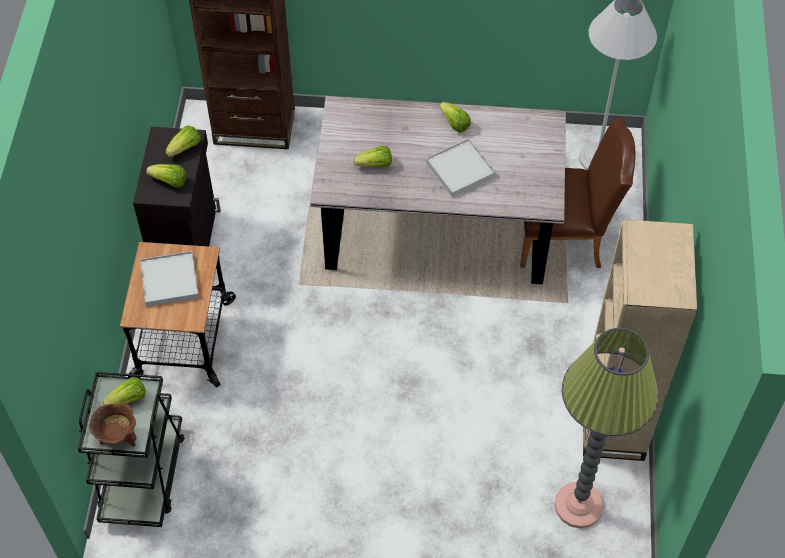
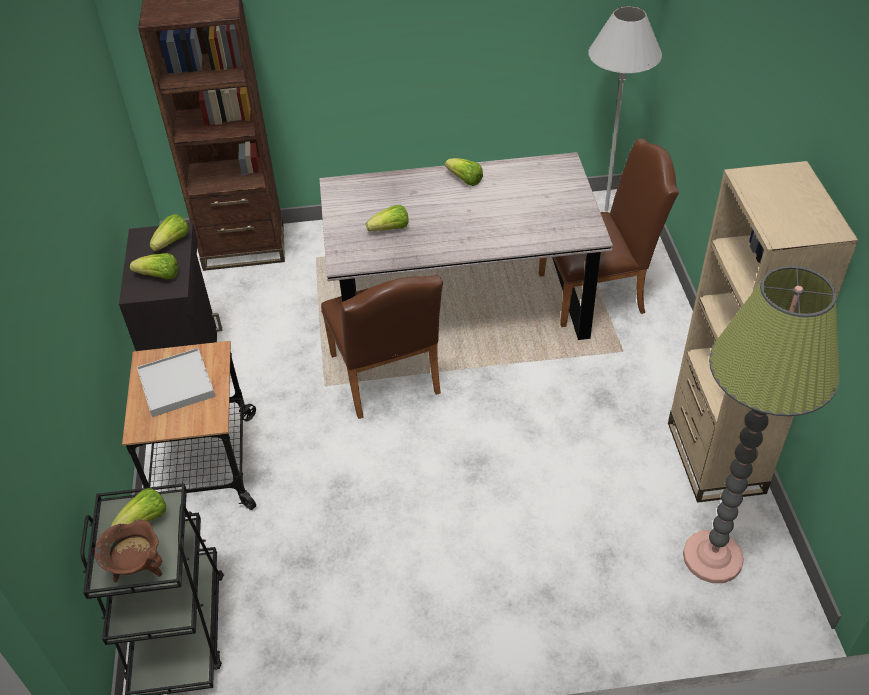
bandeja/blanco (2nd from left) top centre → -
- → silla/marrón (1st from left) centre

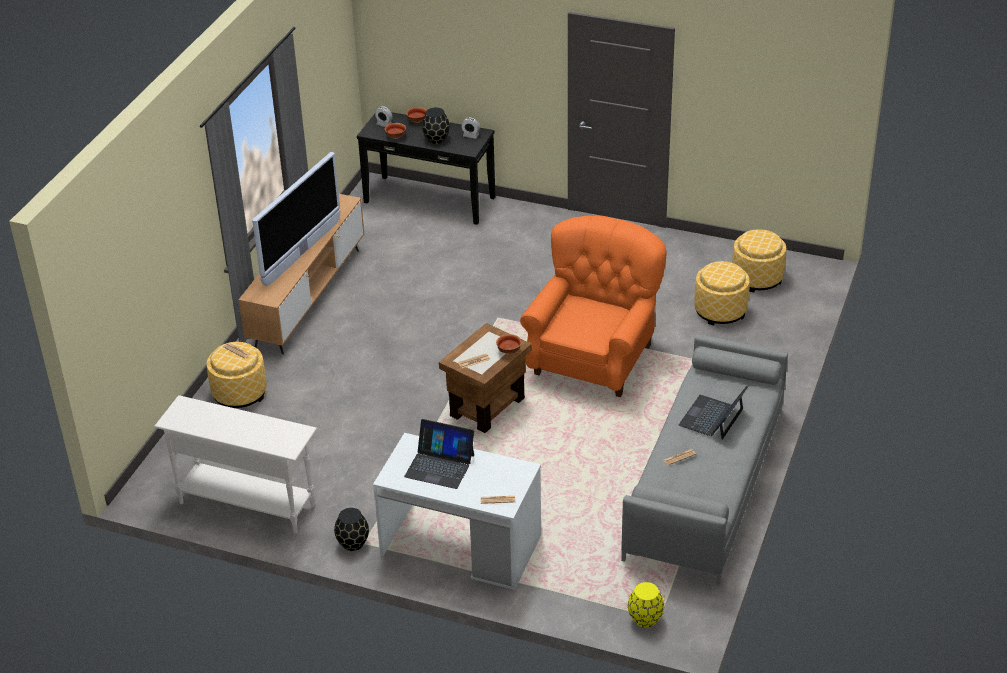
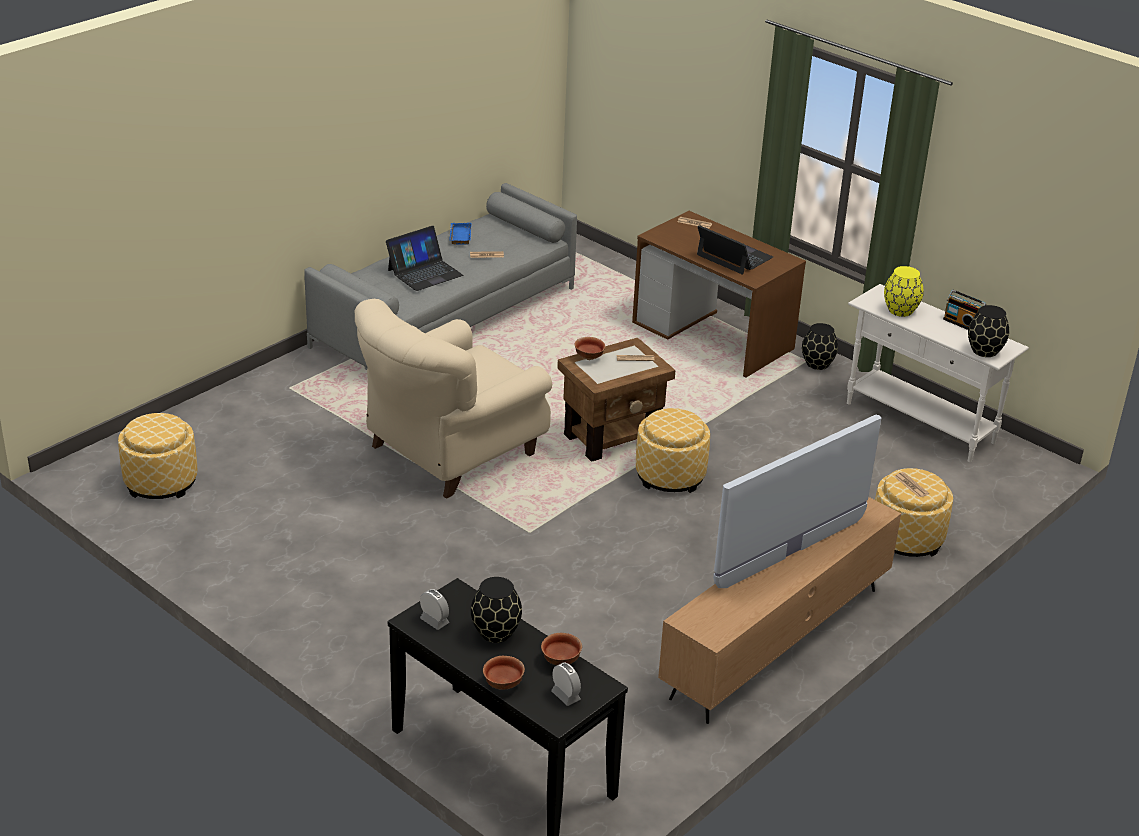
escritorio/blanco bottom centre → escritorio/marrón centre
sillón/naranja centre → sillón/beis centre
florero/amarillo bottom centre → florero/amarillo middle right, move
puf (2nd from left) middle right → puf (2nd from left) centre, move
- → bandeja/azul top centre
- → radio middle right
- → florero/negro (3rd from left) middle right

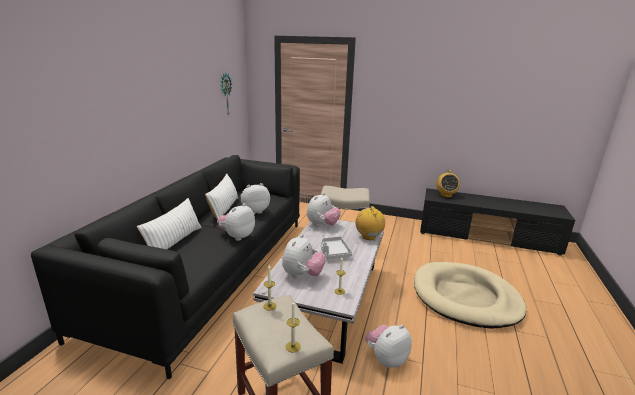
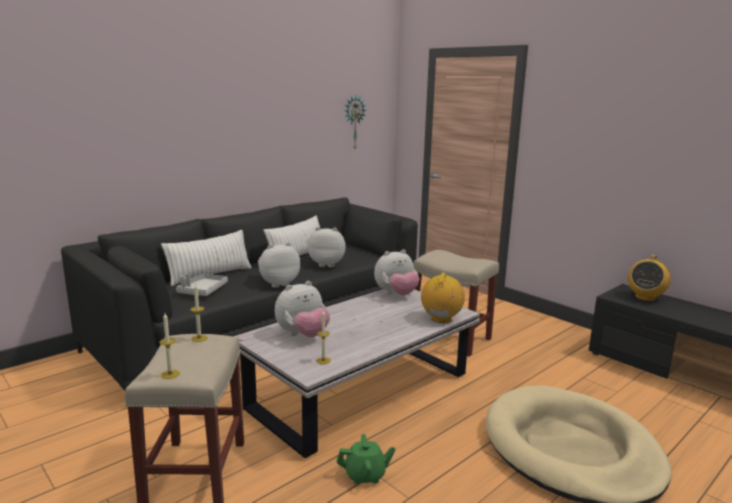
bandeja/gris centre → bandeja/gris middle left, move
peluche (5th from left) bottom centre → tetera/verde bottom centre

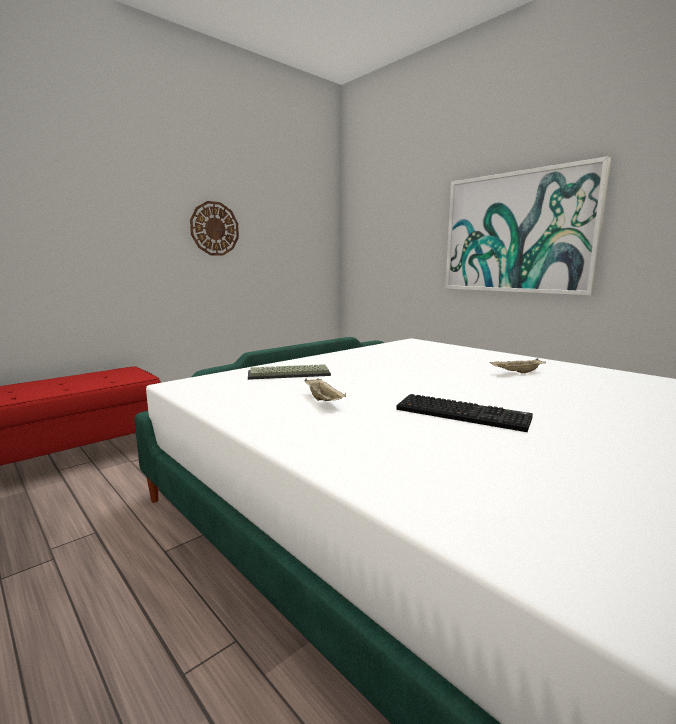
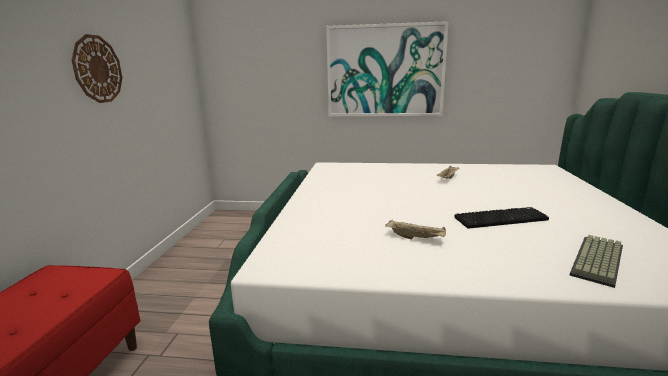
teclado (1st from left in the first image) centre → teclado (2nd from left) bottom right, move

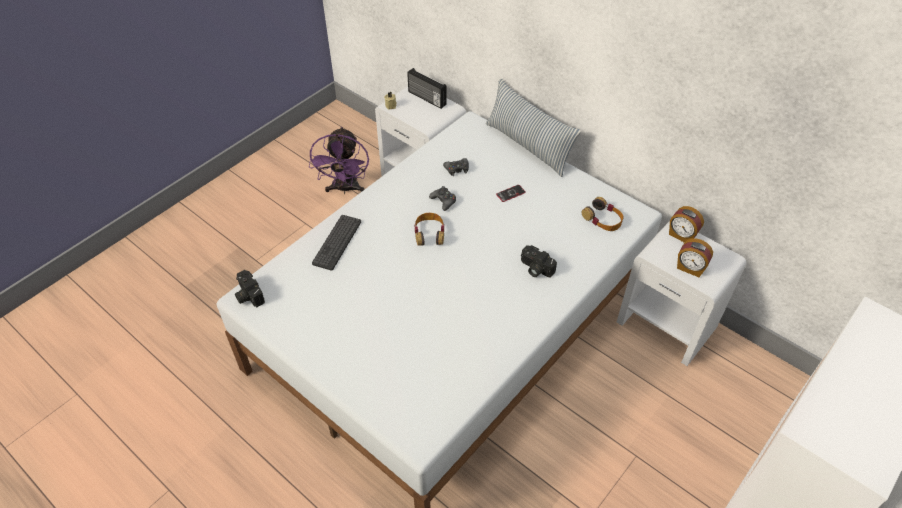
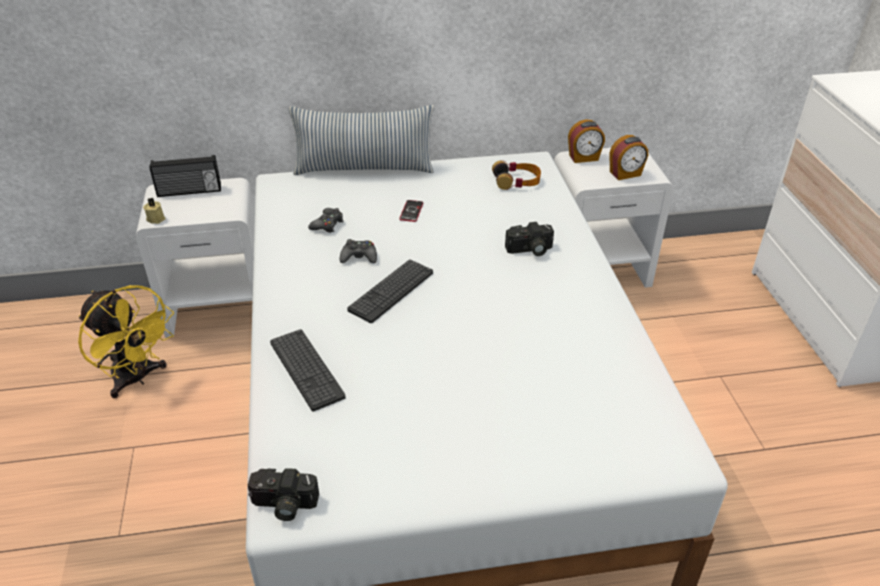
ventilador/morado top centre → ventilador/amarillo middle left
auriculares (1st from left) centre → teclado (2nd from left) centre

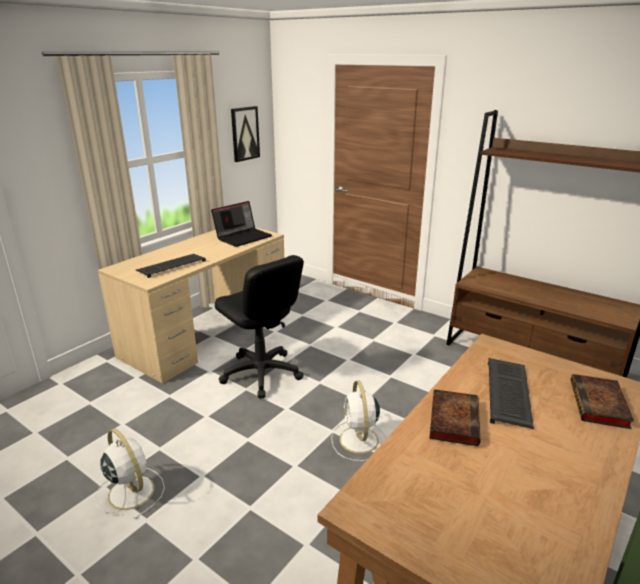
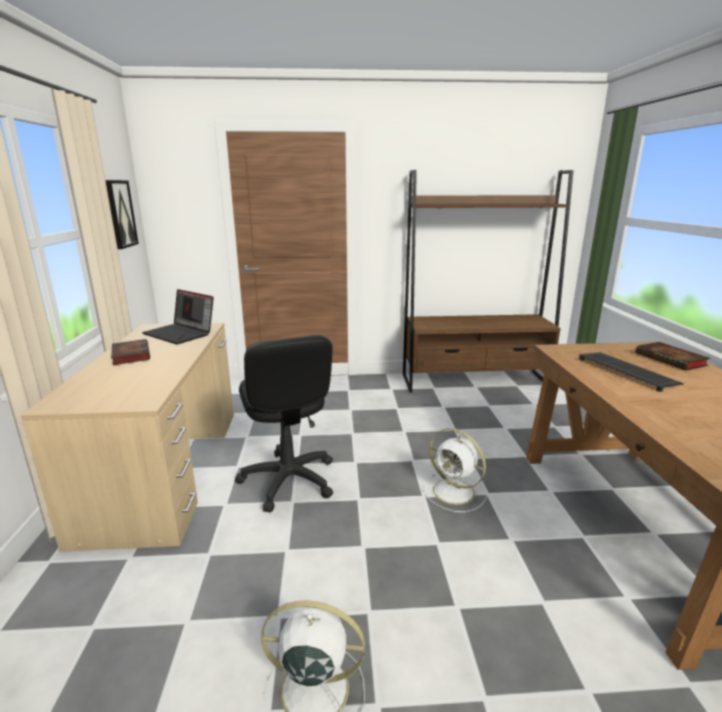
teclado (1st from left) middle left → -
portátil centre → portátil middle left, 120 degrees clockwise
silla de oficina/negro centre, 60 degrees clockwise
libro (1st from left) bottom right → libro (1st from left) middle left, move

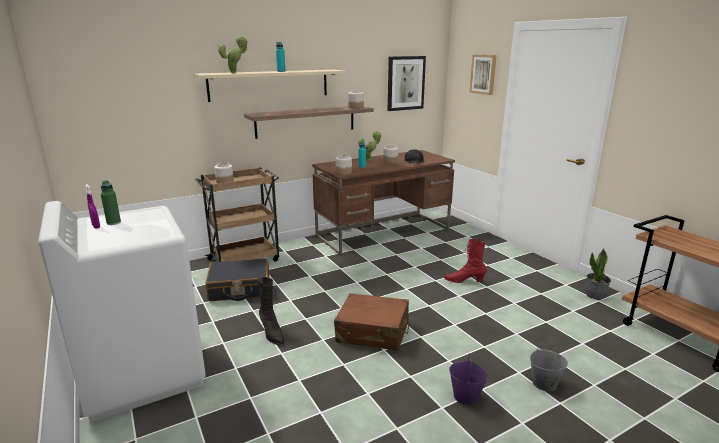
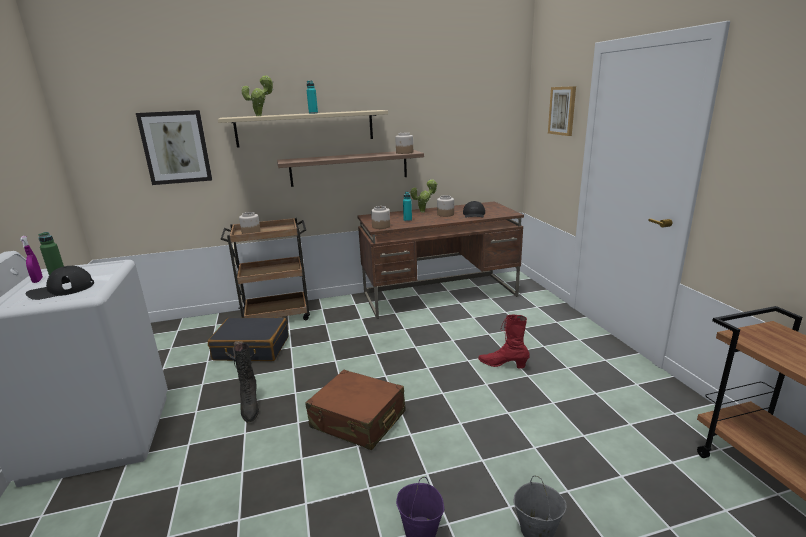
cuadro (1st from left) top centre → cuadro (1st from left) top left, move
planta en maceta (3rd from left) middle right → -
- → gorra/negro (1st from left) middle left

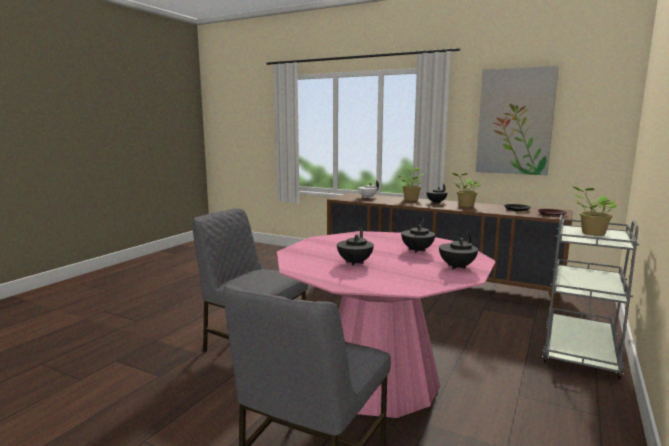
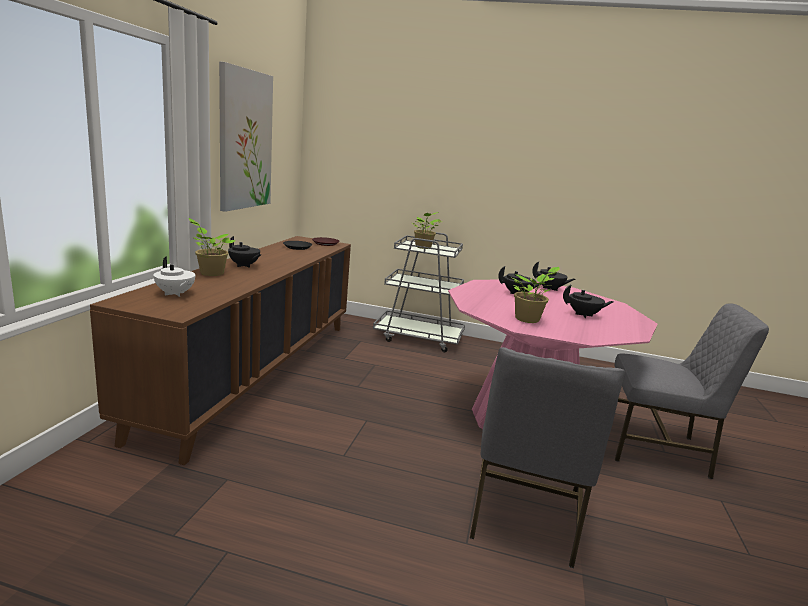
planta en maceta (2nd from left in the first image) middle right → planta en maceta (3rd from left) centre, move

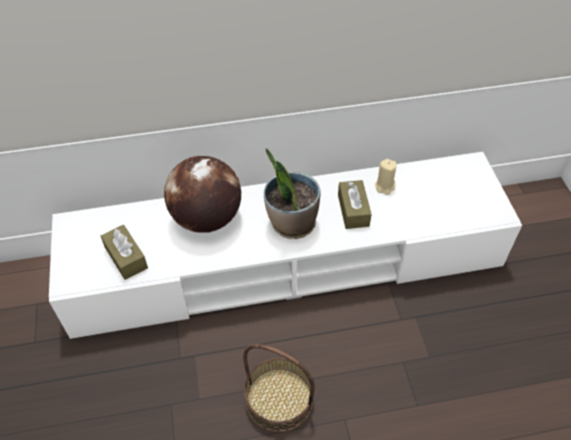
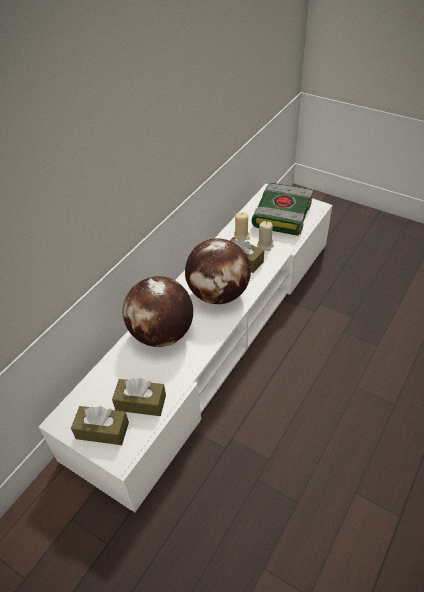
cesta bottom centre → -
planta en maceta centre → globo terráqueo (2nd from left) centre
- → caja de pañuelos/marrón (1st from left) bottom left
- → libro centre
- → vela/beis (2nd from left) centre

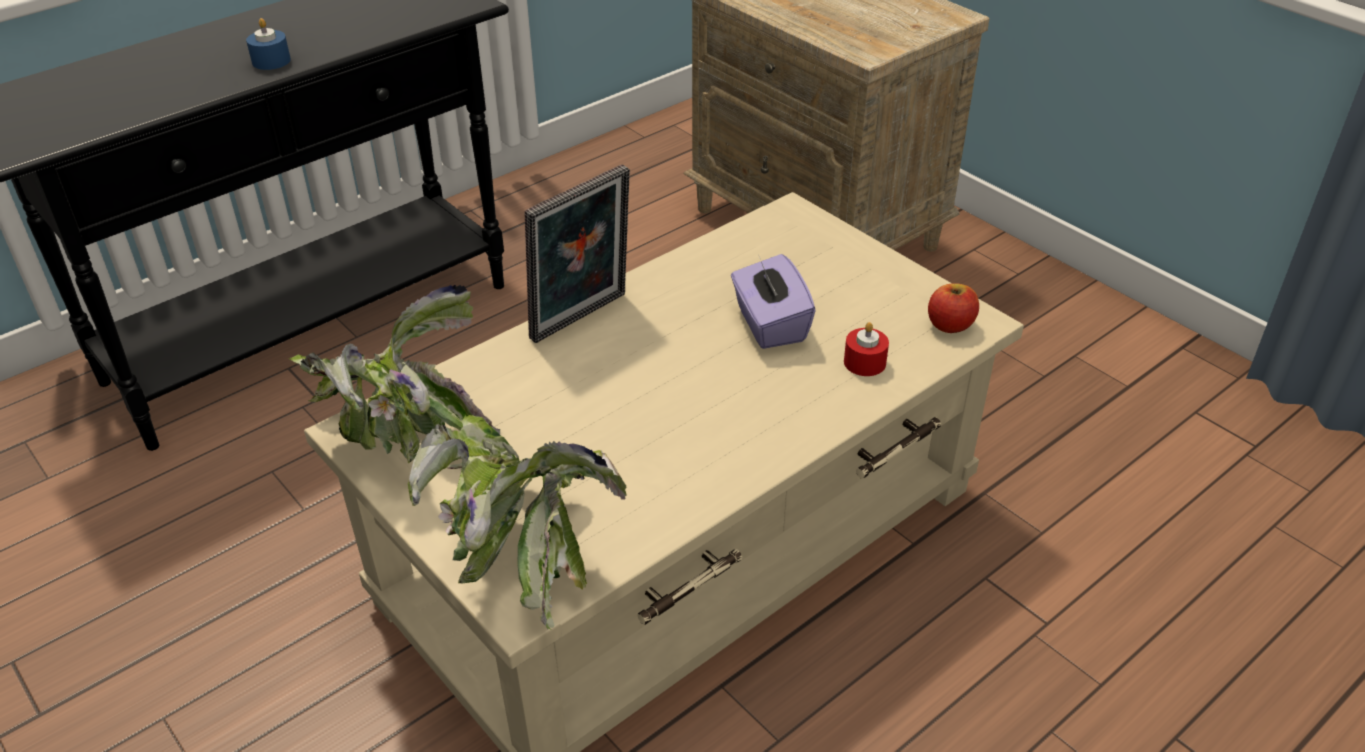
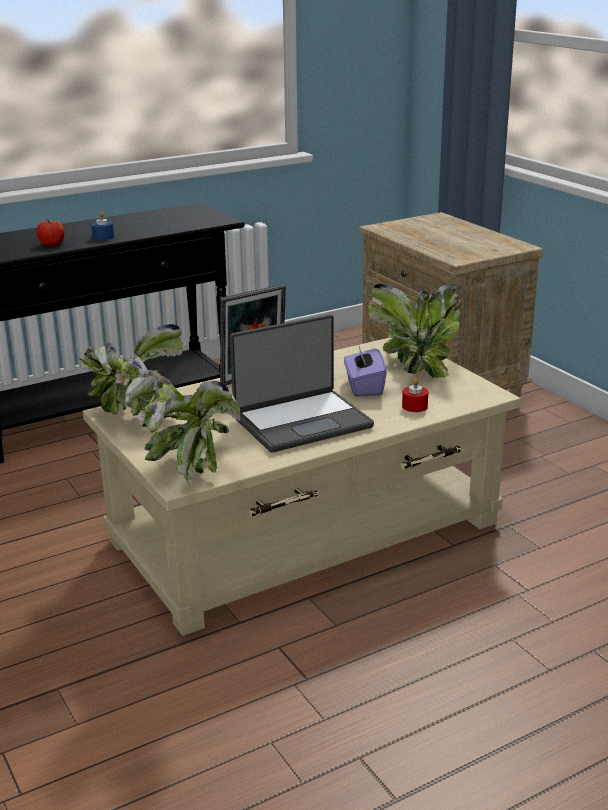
manzana middle right → manzana top left, move
- → portátil centre
- → planta en maceta (3rd from left) middle right

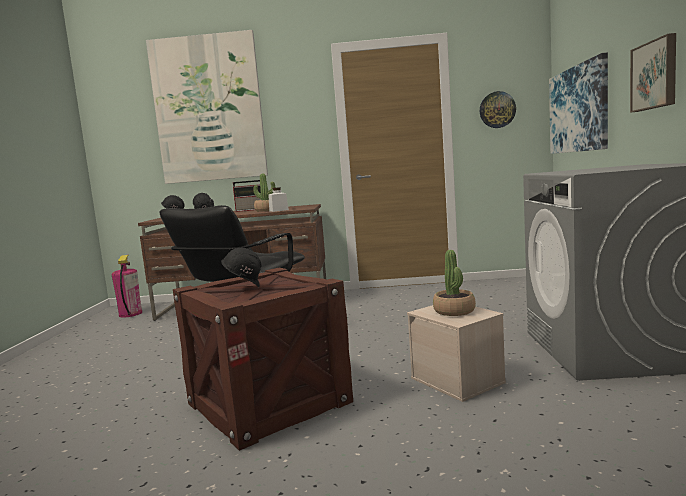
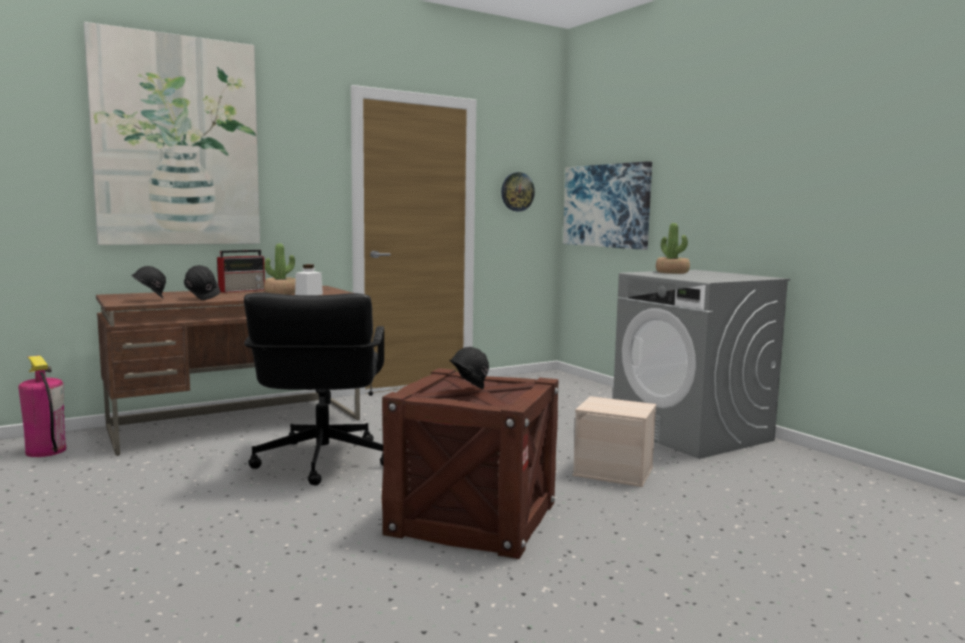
planta en maceta (2nd from left) centre → planta en maceta (2nd from left) middle right, move
cuadro (3rd from left) top right → -

